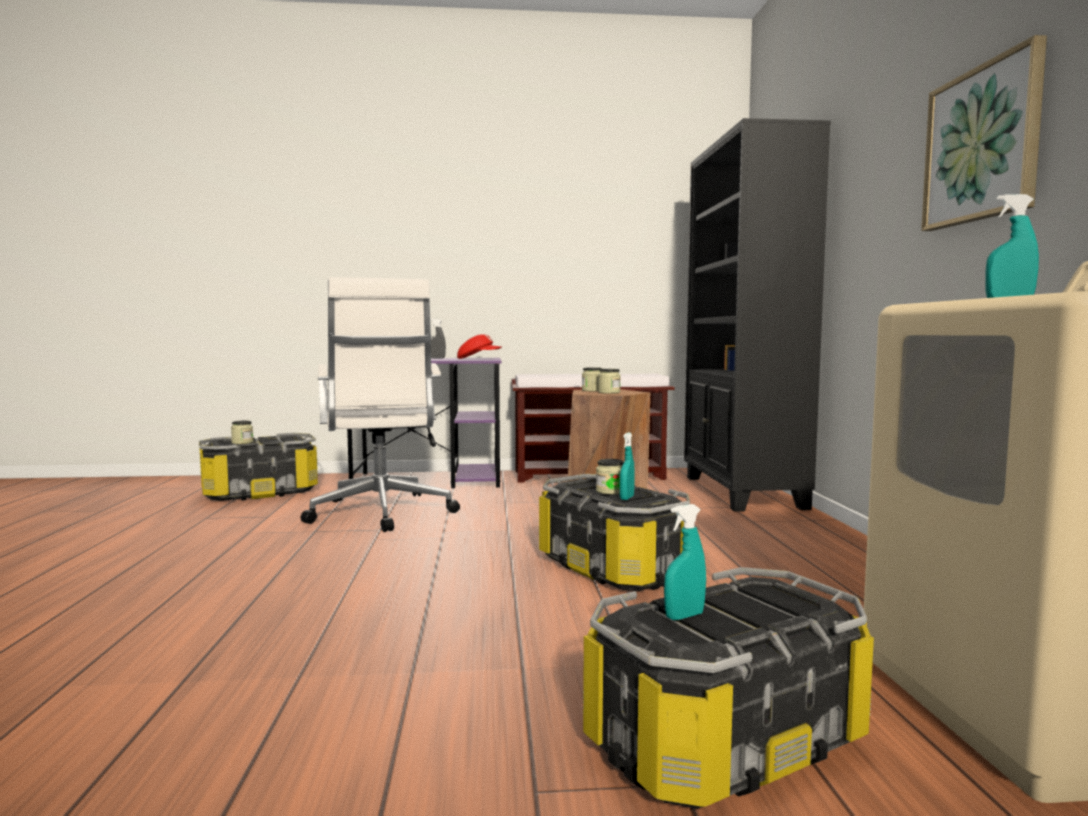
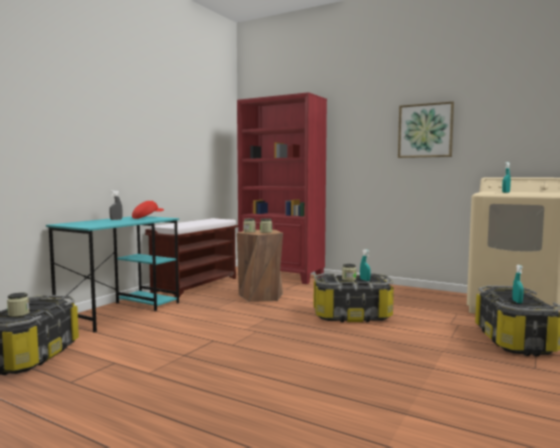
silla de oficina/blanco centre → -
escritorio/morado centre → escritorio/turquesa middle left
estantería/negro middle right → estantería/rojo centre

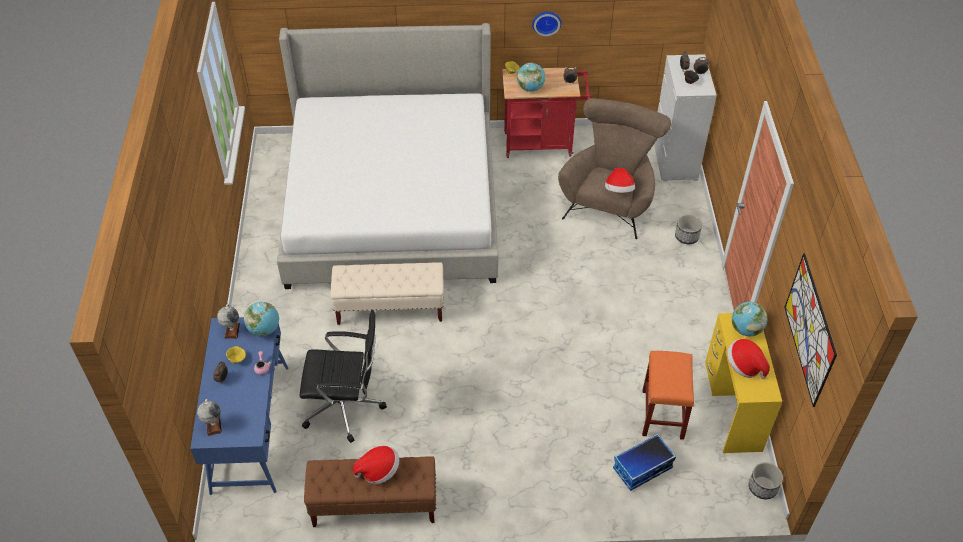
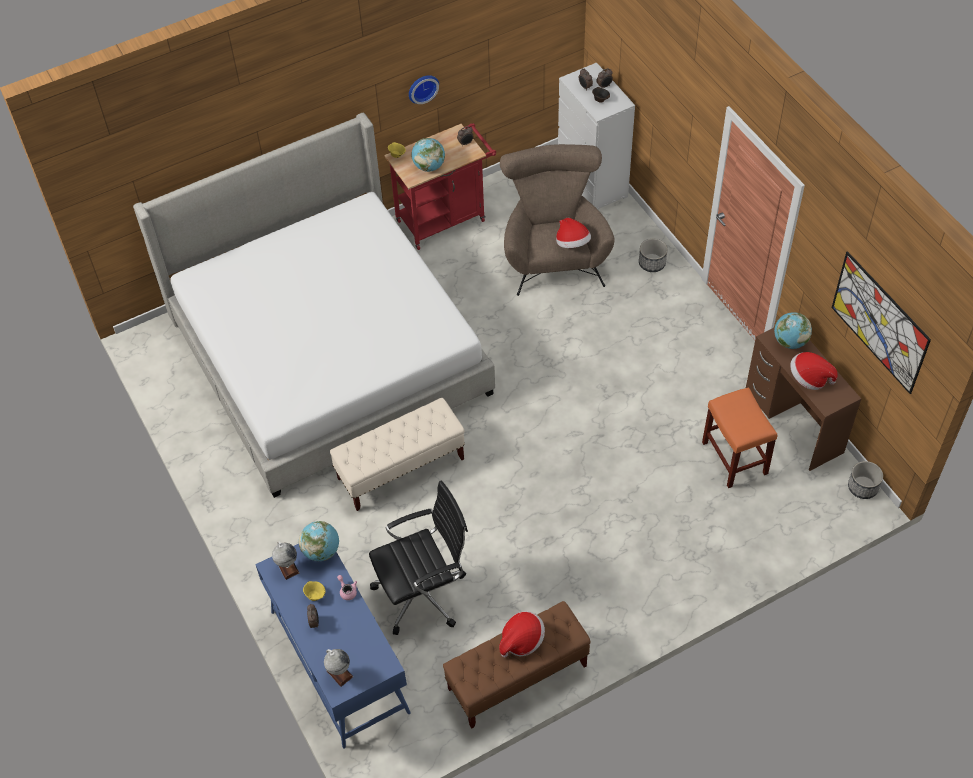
caja de almacenaje bottom right → -
escritorio/amarillo bottom right → escritorio/marrón middle right

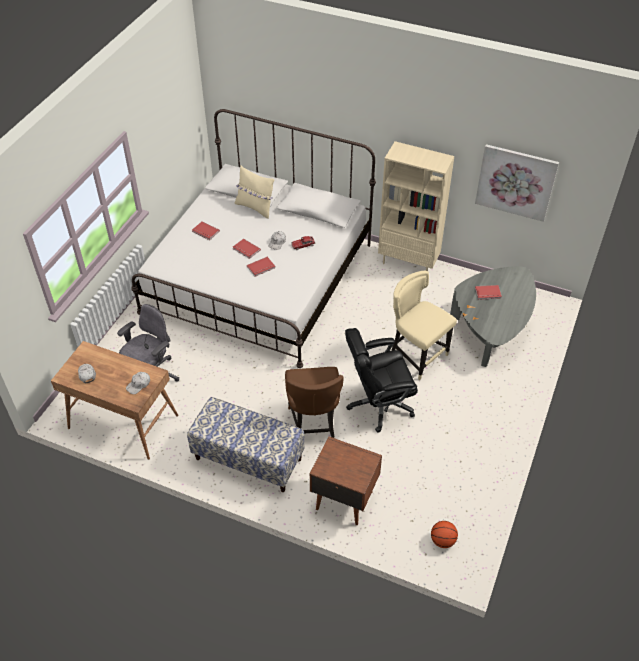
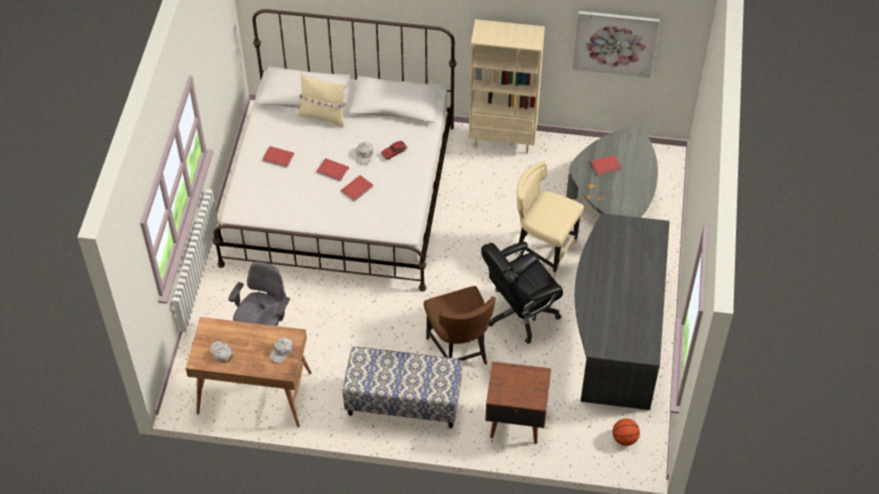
- → escritorio/gris middle right

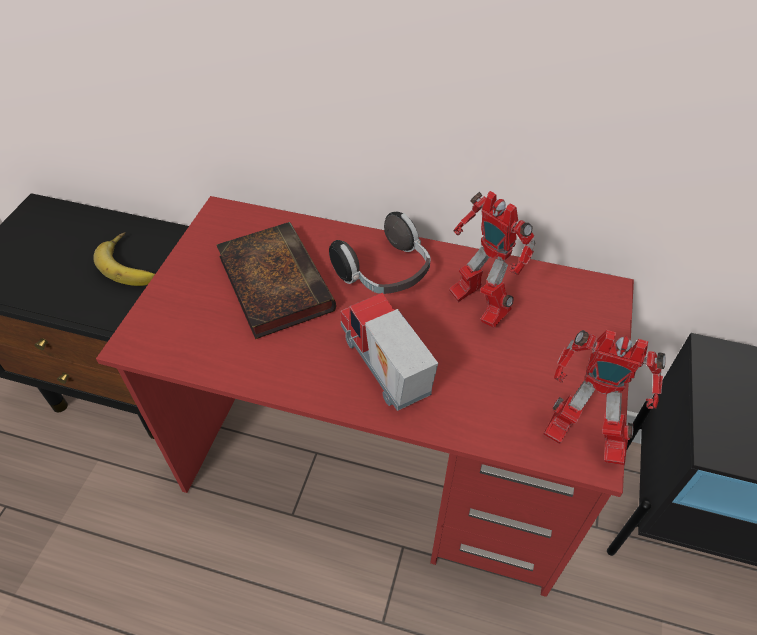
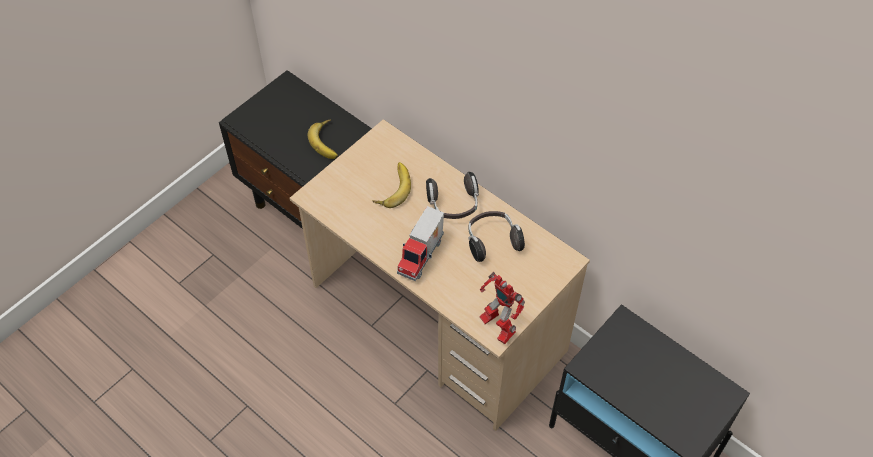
escritorio/rojo centre → escritorio/beis centre
libro centre → plátano (2nd from left) centre
camión de juguete centre, 150 degrees counterclockwise
robot de juguete (1st from left) centre → auriculares (2nd from left) centre

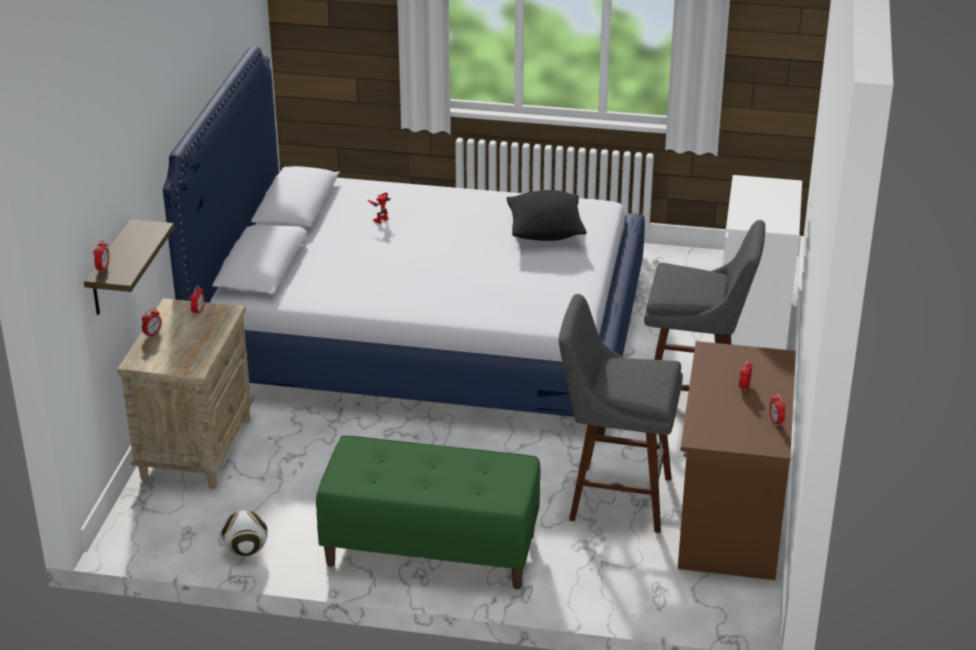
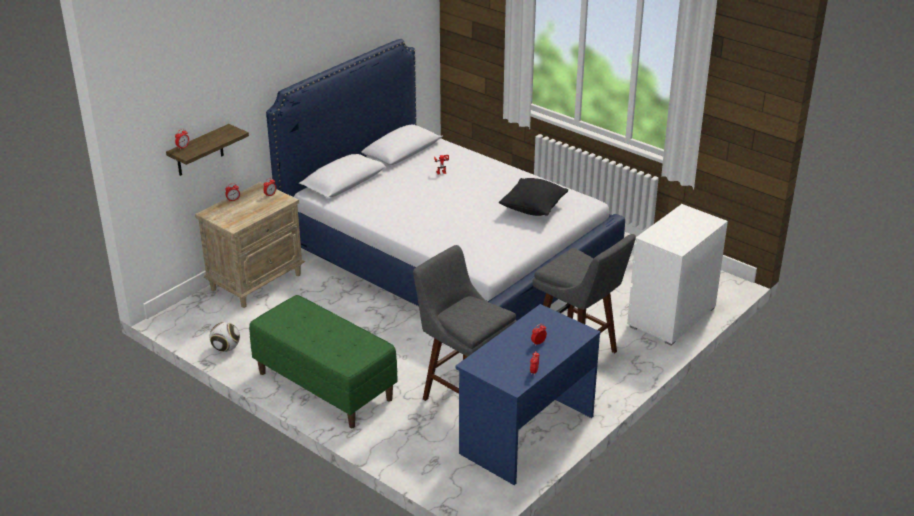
escritorio/marrón bottom right → escritorio/azul bottom centre

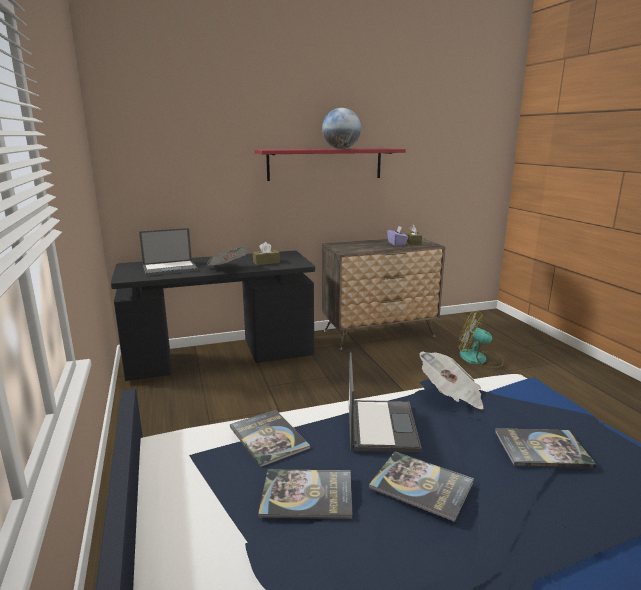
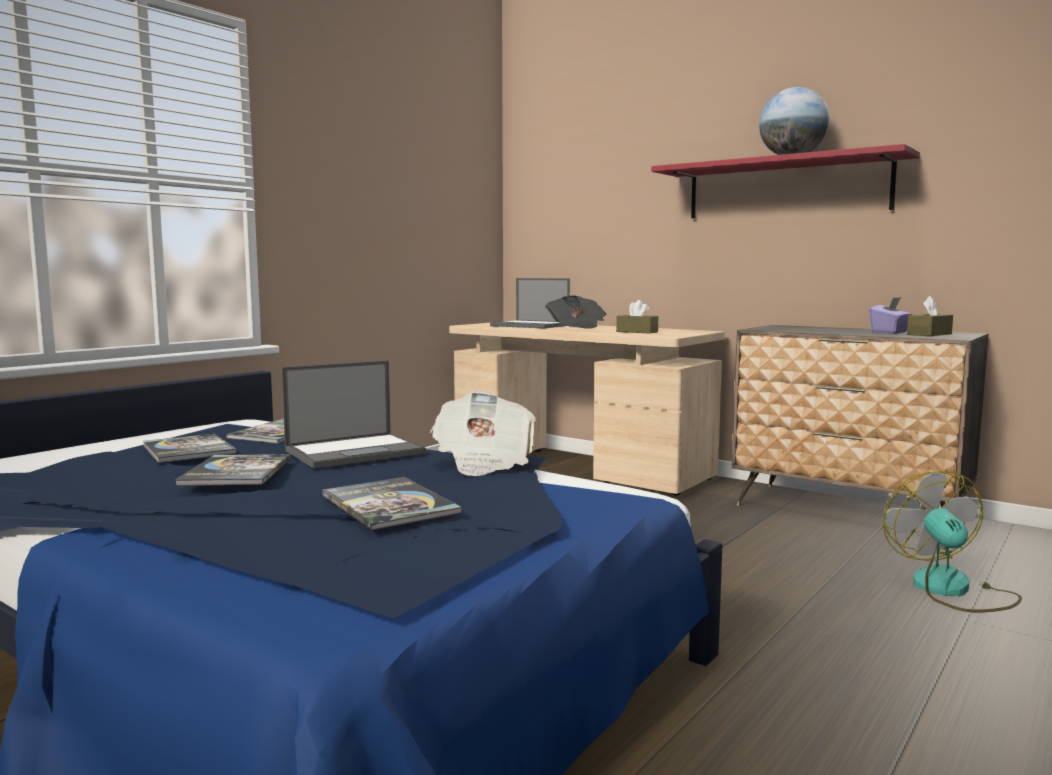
escritorio/negro middle left → escritorio/beis centre

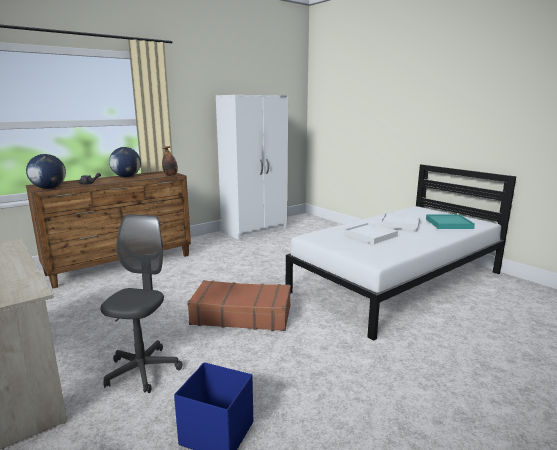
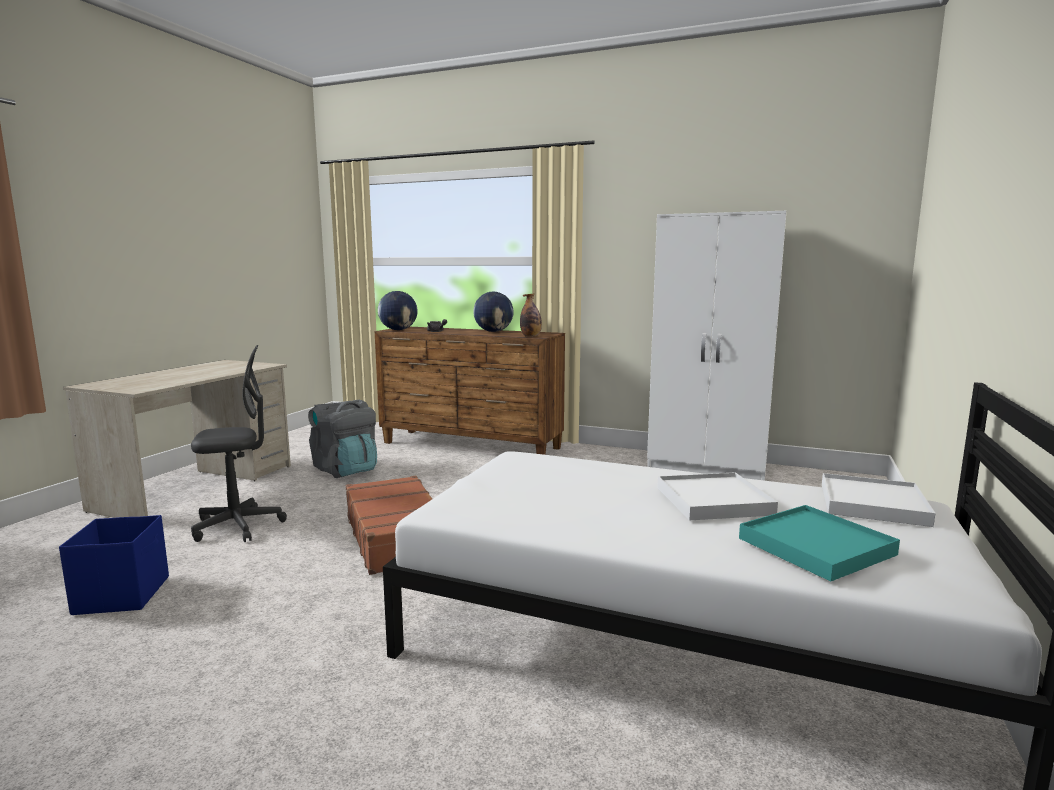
bandeja/blanco (1st from left in the first image) centre → bandeja/blanco (2nd from left) middle right, move
- → mochila/gris middle left

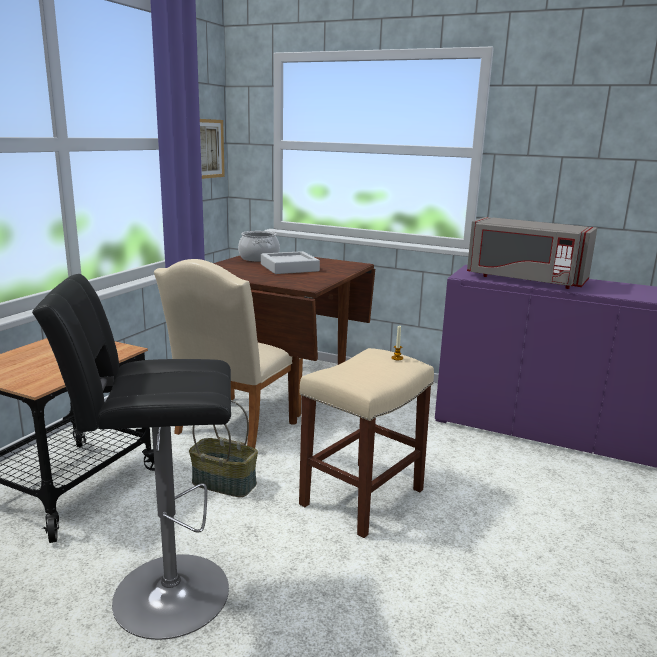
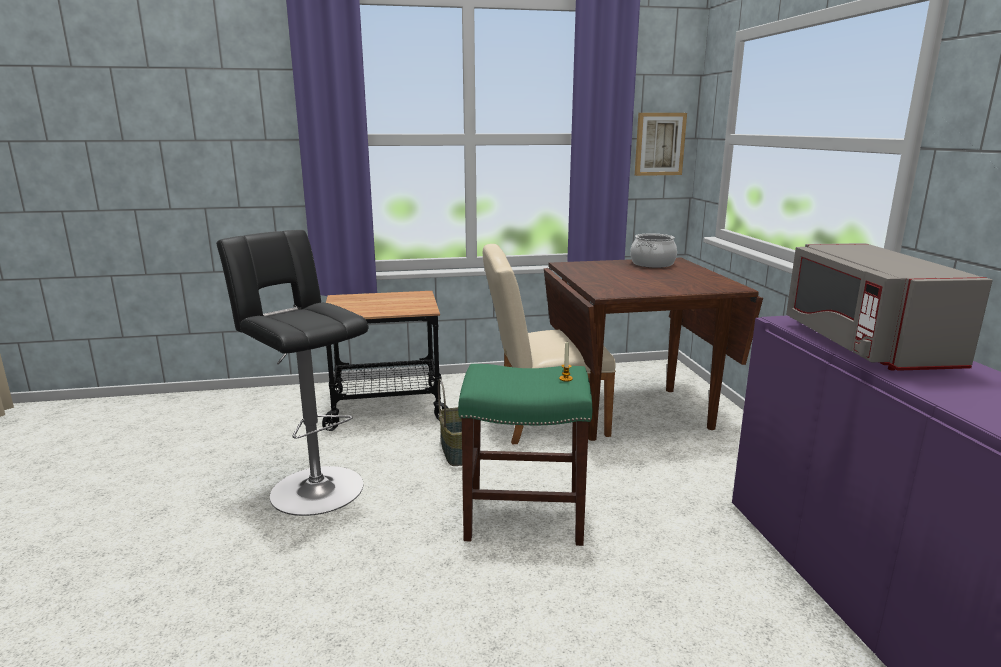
bandeja/gris centre → -
taburete/beis bottom centre → taburete/verde bottom centre

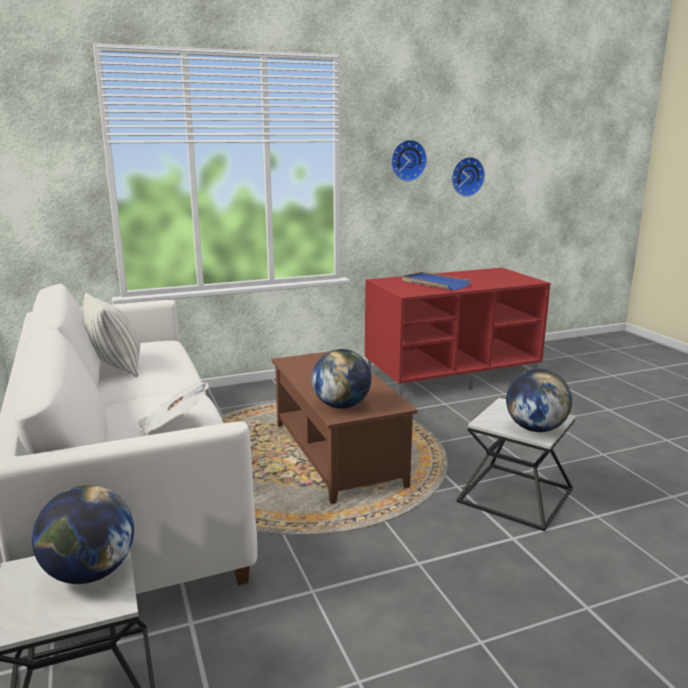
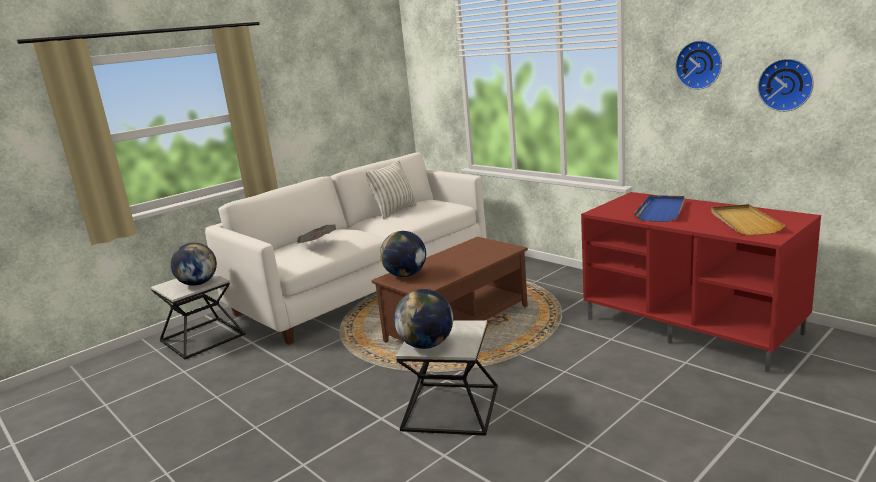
- → bandeja/beis middle right

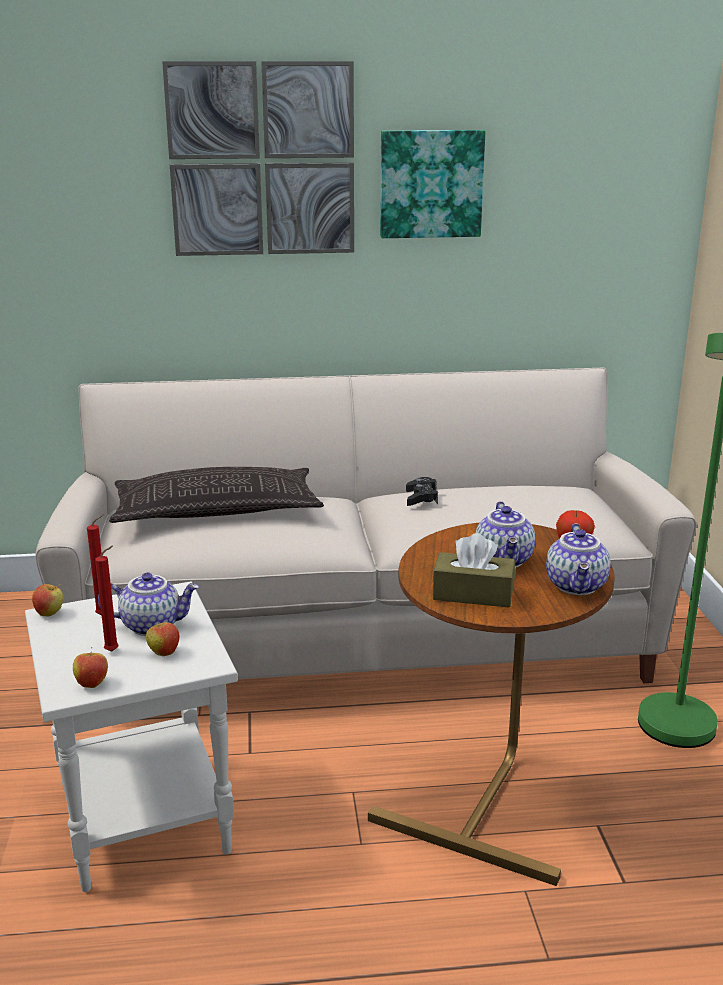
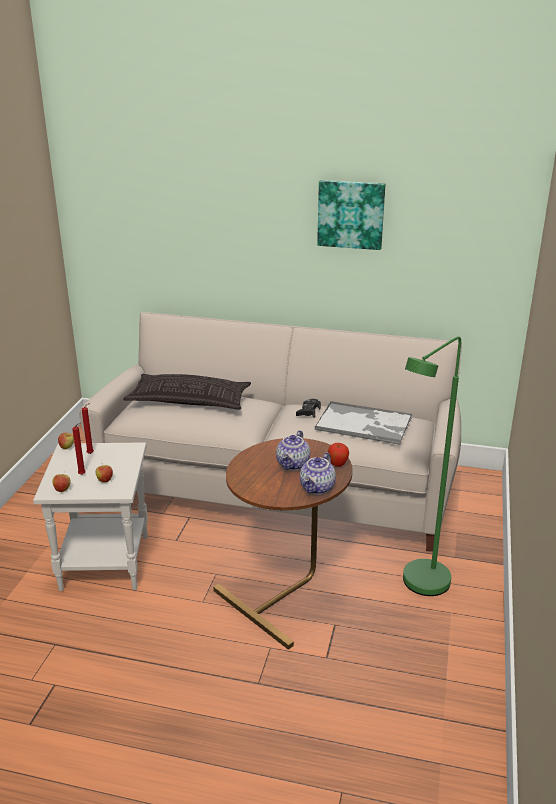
tetera (1st from left) middle left → -
cuadro (1st from left) top centre → -
caja de pañuelos/marrón centre → -
- → bandeja centre

